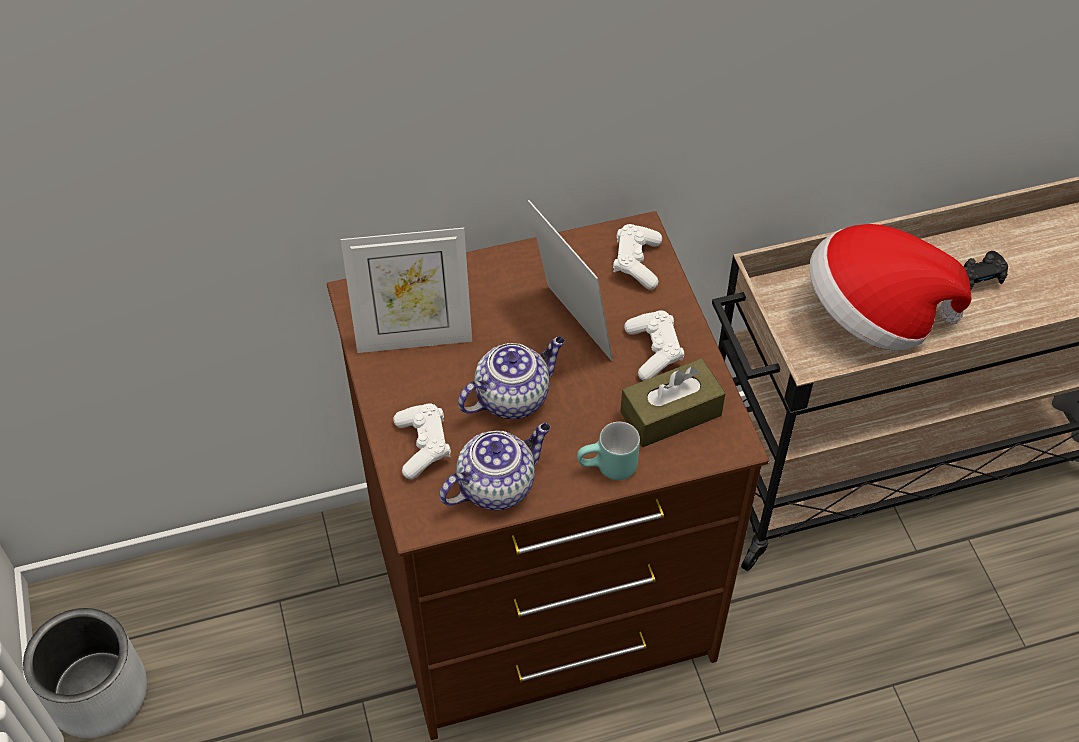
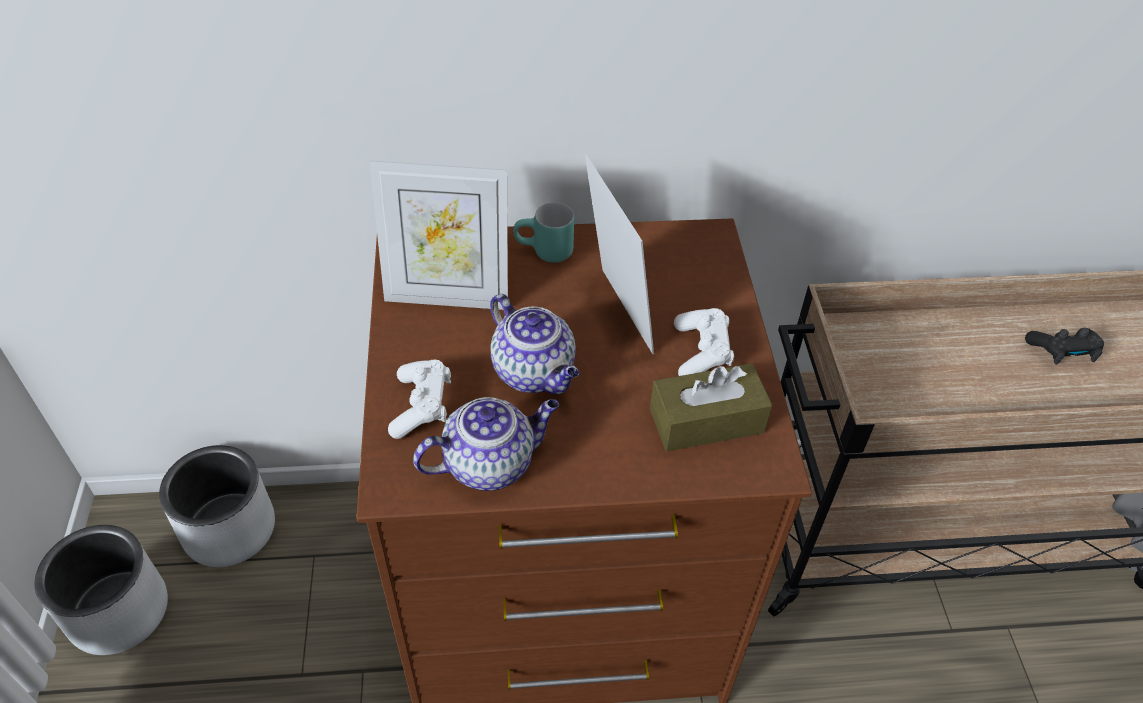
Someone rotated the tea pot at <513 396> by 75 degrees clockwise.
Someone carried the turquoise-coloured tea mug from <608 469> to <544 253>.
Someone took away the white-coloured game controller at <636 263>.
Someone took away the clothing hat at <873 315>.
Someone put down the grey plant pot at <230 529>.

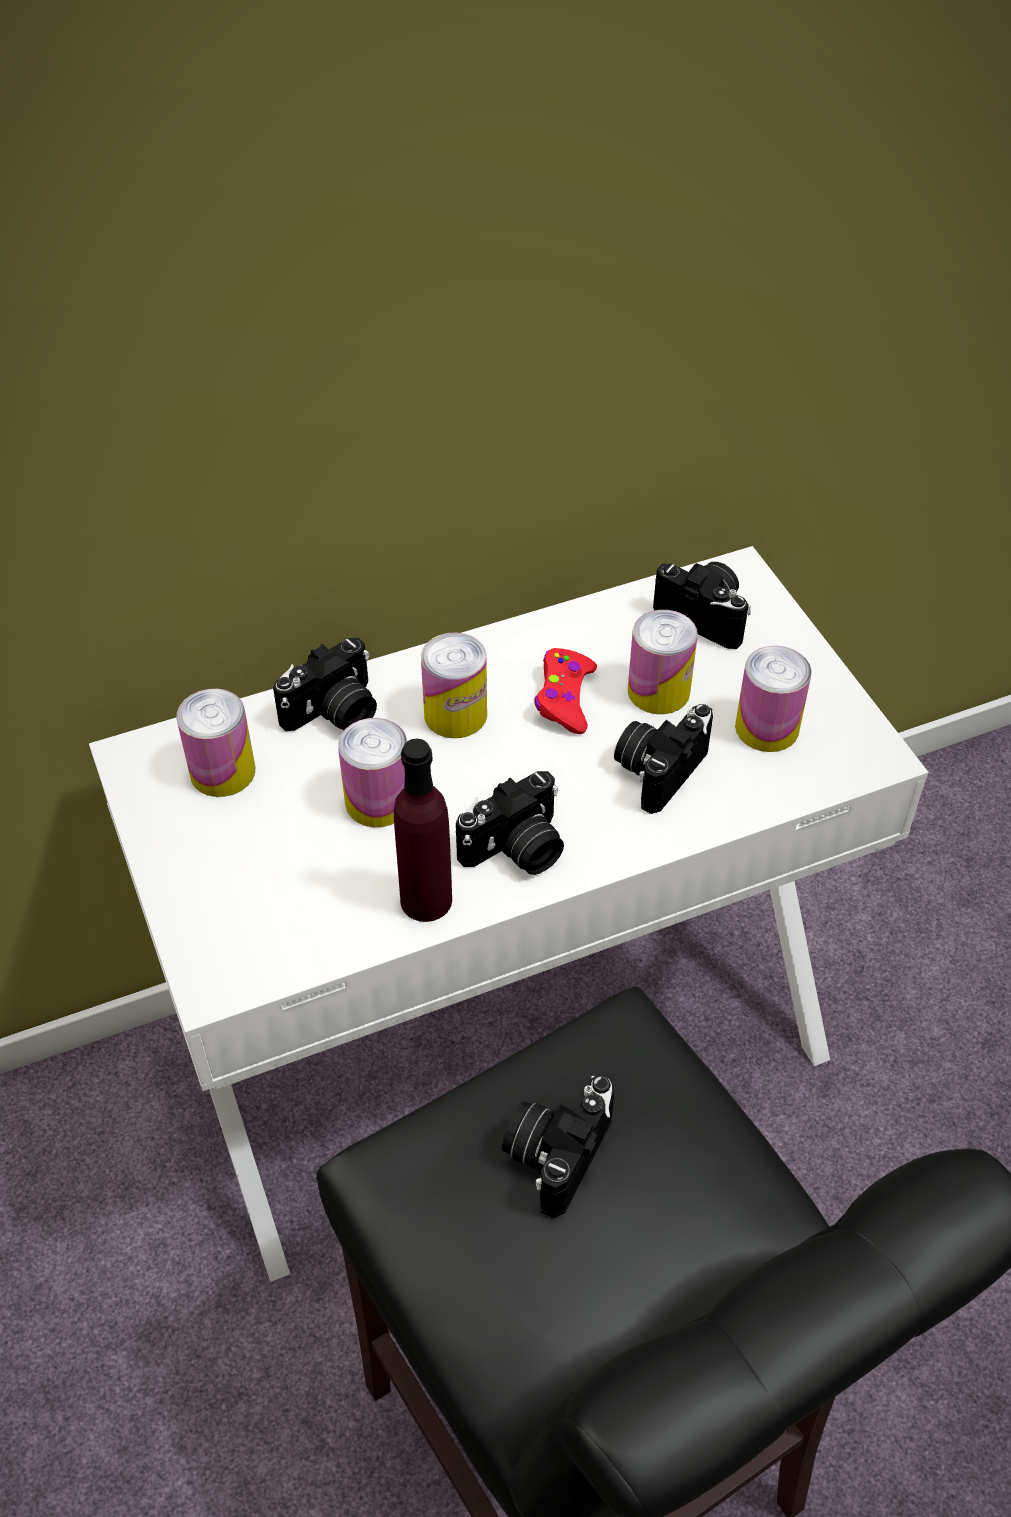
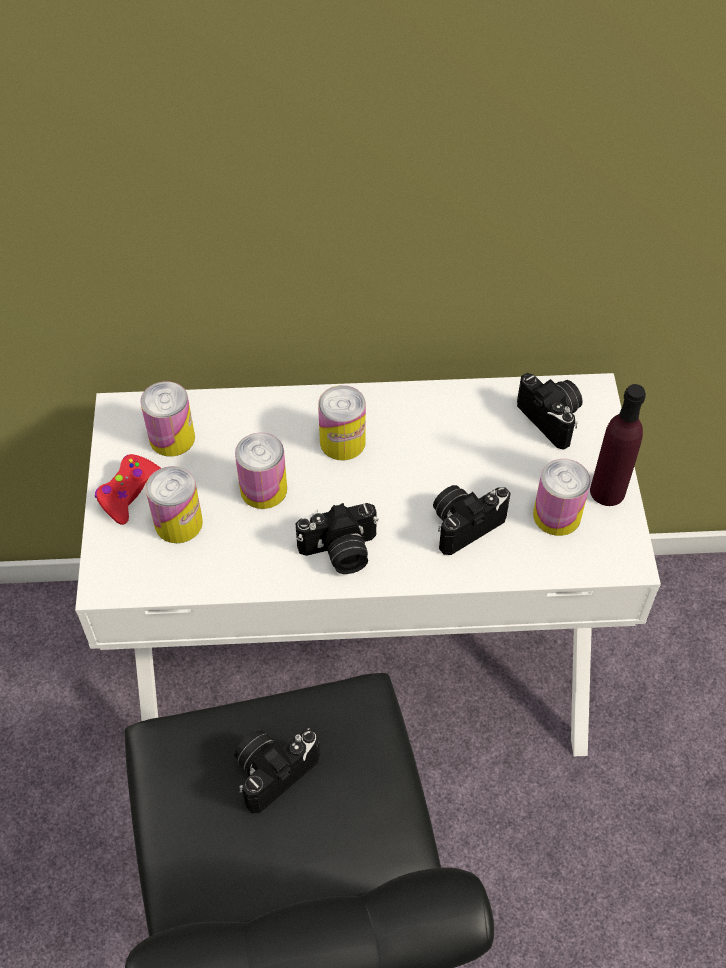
Someone took away the still camera at <335 713>.
Someone carried the purple drink bottle from <426 900> to <607 491>.
Someone carried the red-coloured game controller from <565 698> to <129 493>.
Someone carried the metal can from <658 691> to <178 523>.

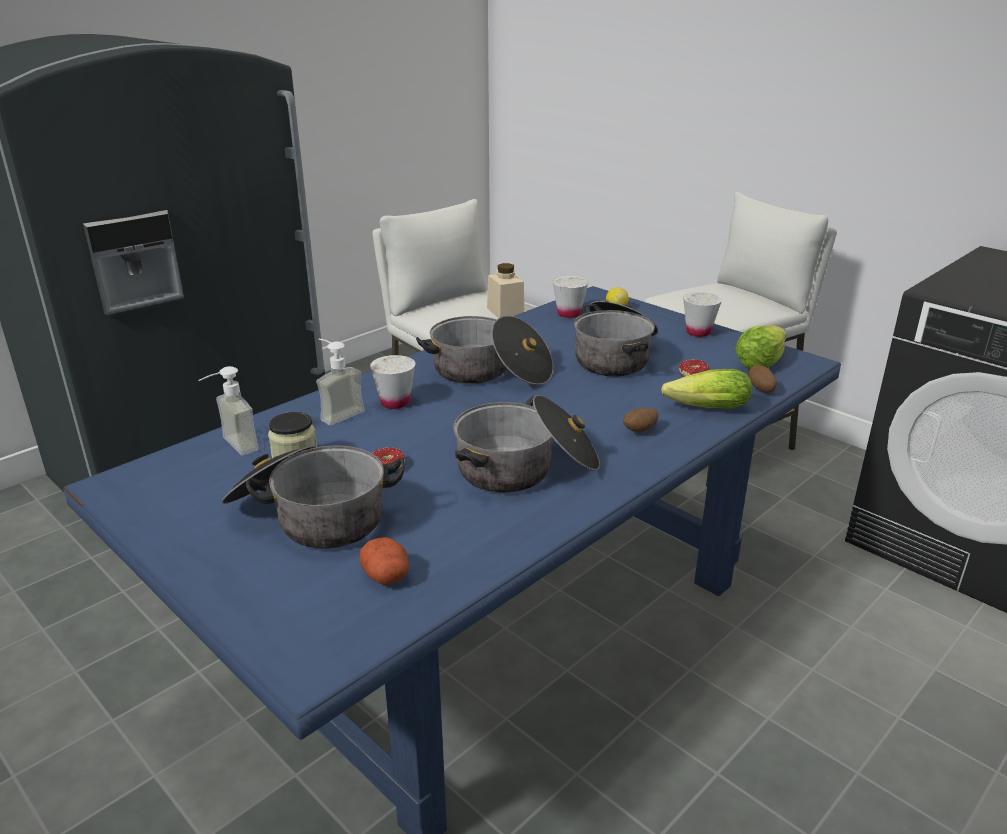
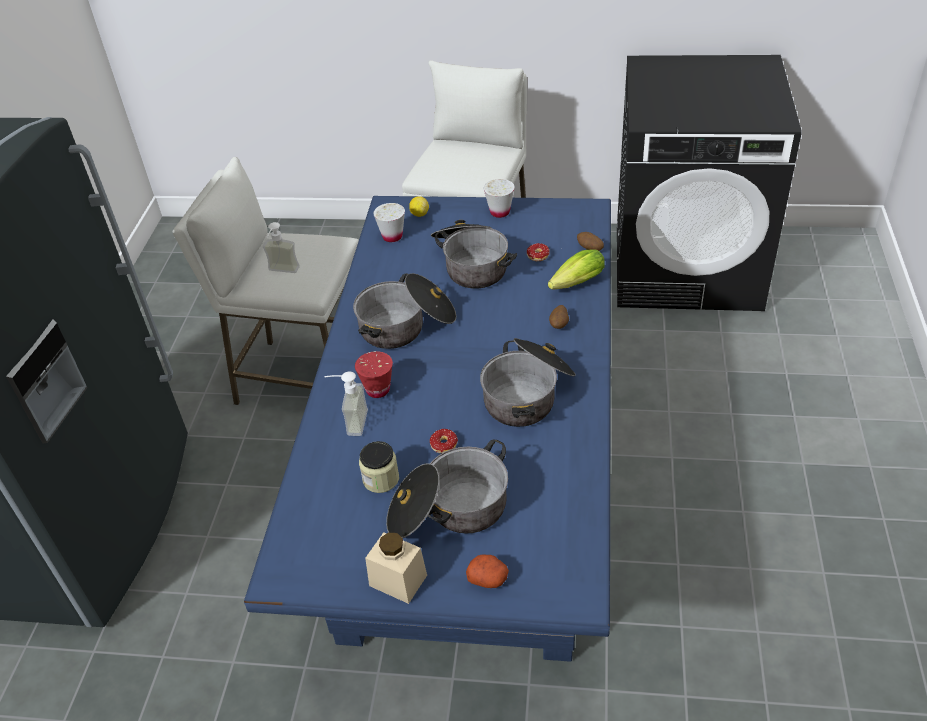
Someone carried the soap bottle from <231 447> to <282 272>.
Someone carried the potato from <387 576> to <488 578>.
Someone repainted the white-coloured small cup at <395 403>, which became the red-coloured small cup at <378 390>.
Someone carried the beige-coloured jar from <505 311> to <398 580>.
Someone took away the head of lettuce at <762 362>.

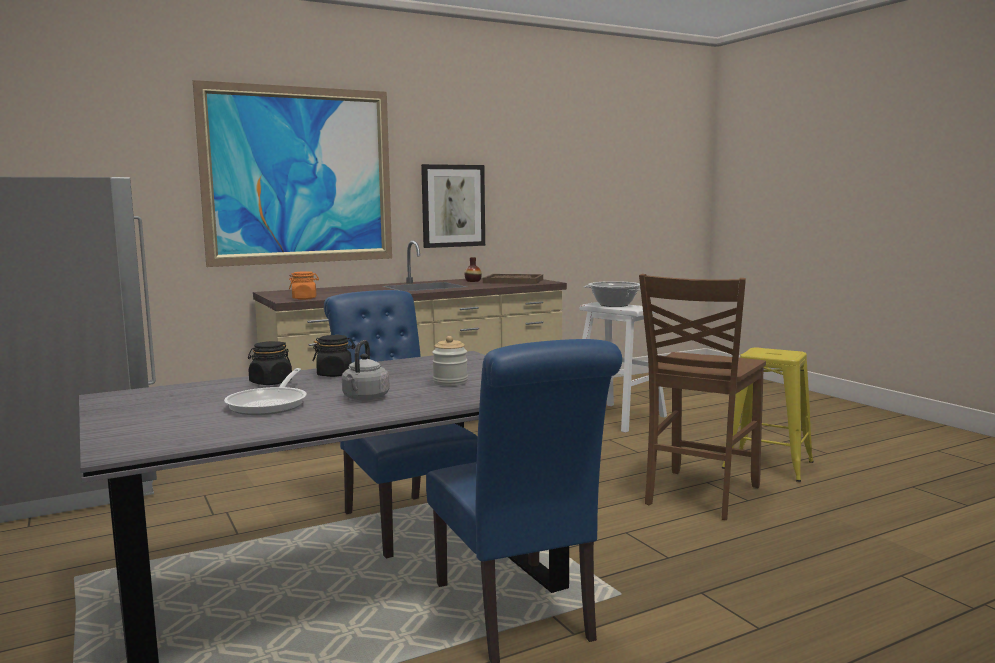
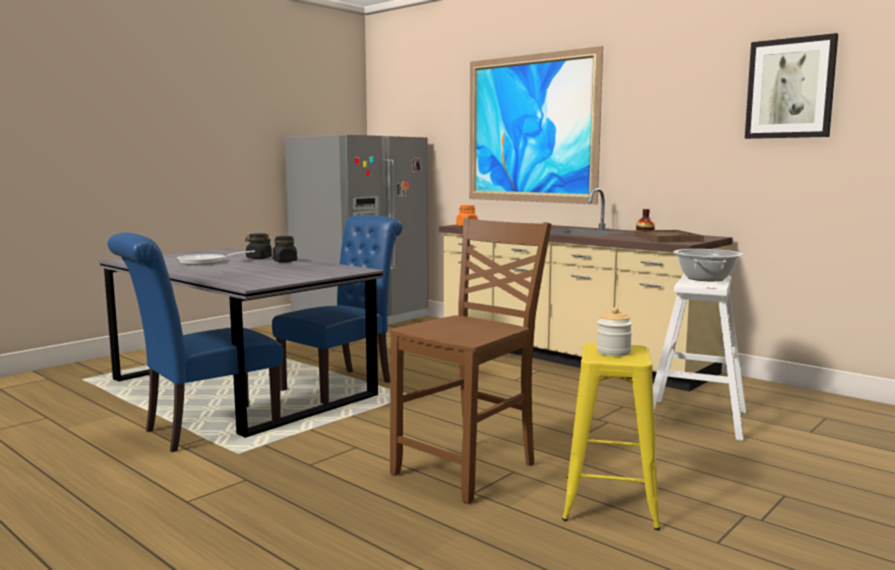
Someone took away the grey water kettle at <365 398>.
Someone carried the wall picture from <453 206> to <790 88>.
Someone carried the jar from <450 382> to <613 352>.
Someone rotated the brown chair at <699 495> by 120 degrees clockwise.

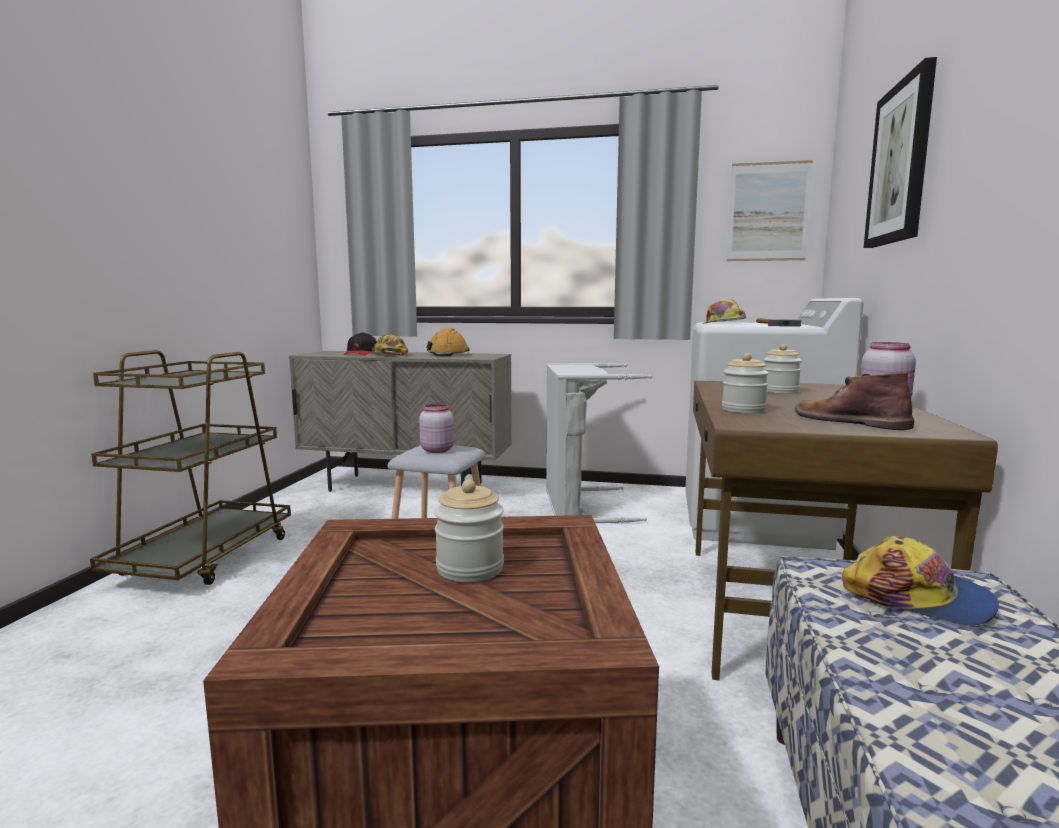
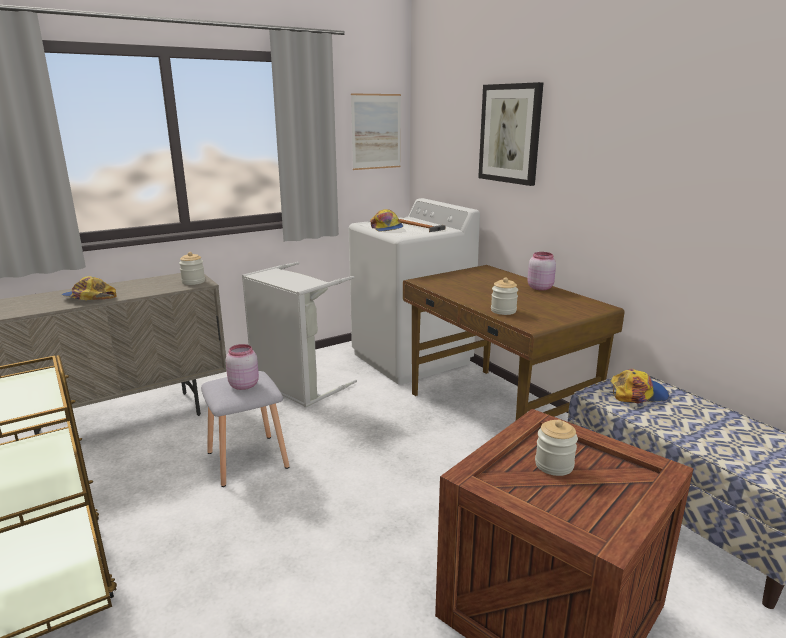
Someone took away the blackish peaked cap at <361 353>.
Someone took away the orange-coloured hard hat at <448 354>.
Someone carried the jar from <780 391> to <193 282>.
Someone took away the brown tall boot at <849 421>.

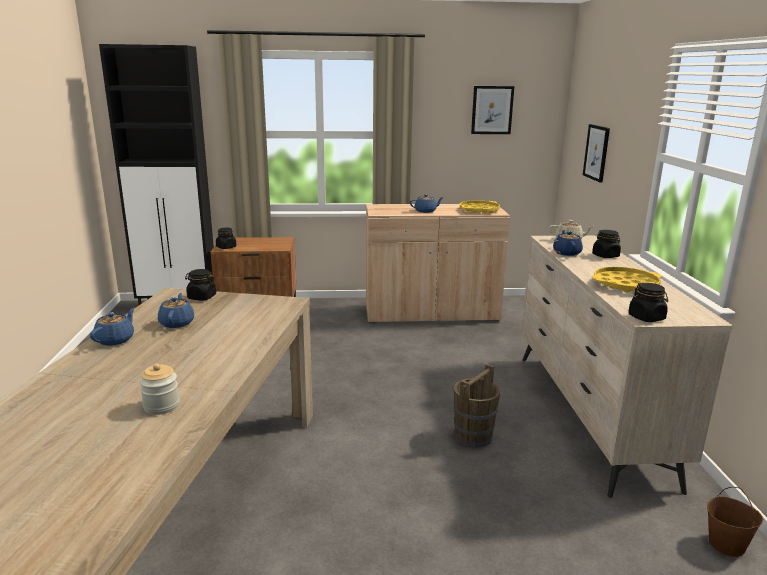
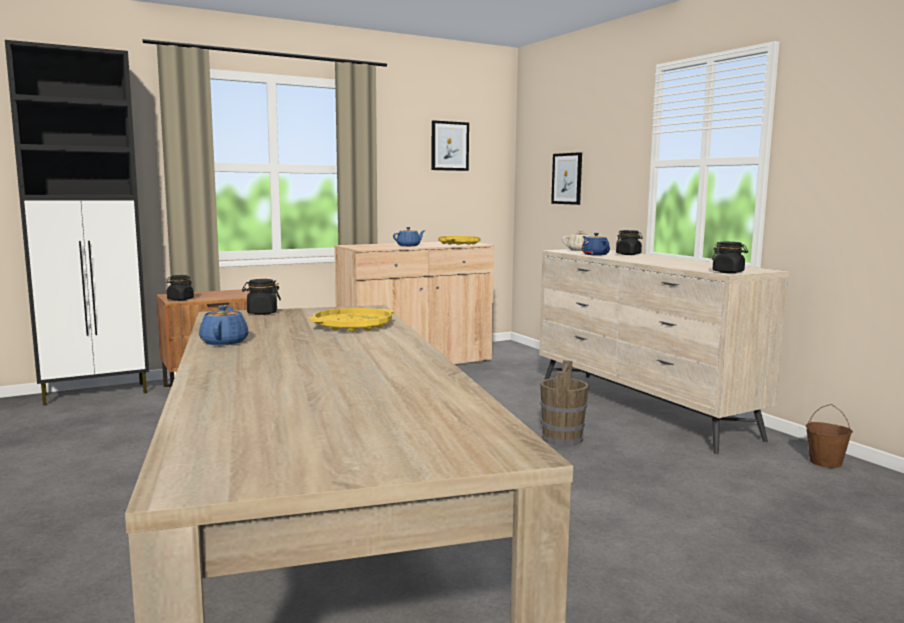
Someone took away the jar at <161 406>.
Someone took away the blue tea pot at <177 323>.
Someone carried the yellow tray from <625 285> to <352 326>.

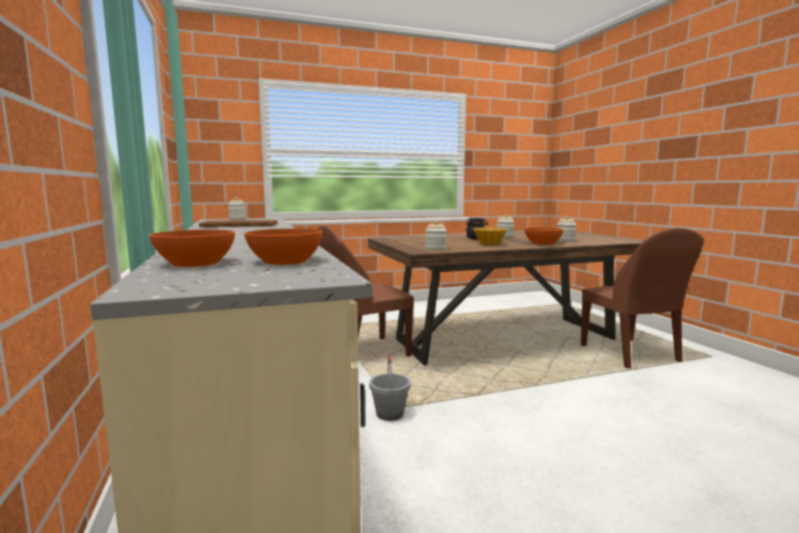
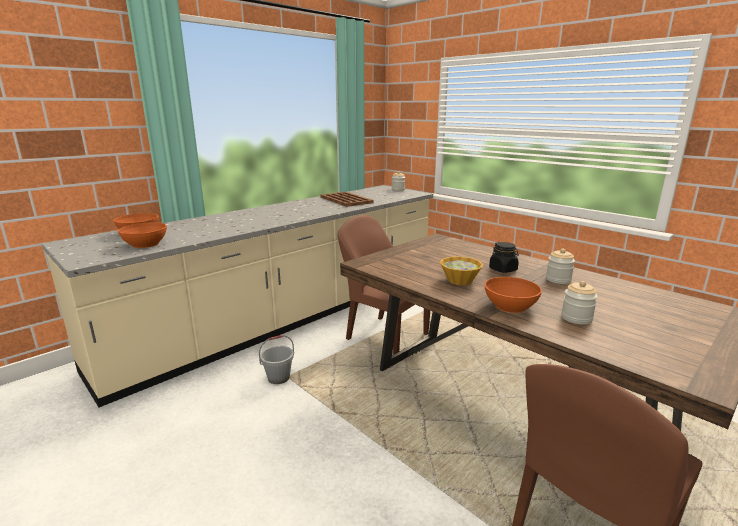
Someone took away the jar at <435 249>.

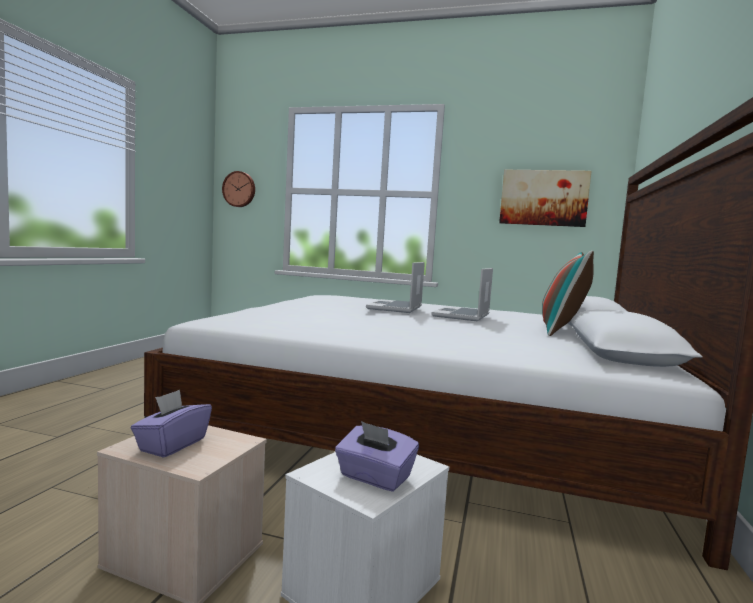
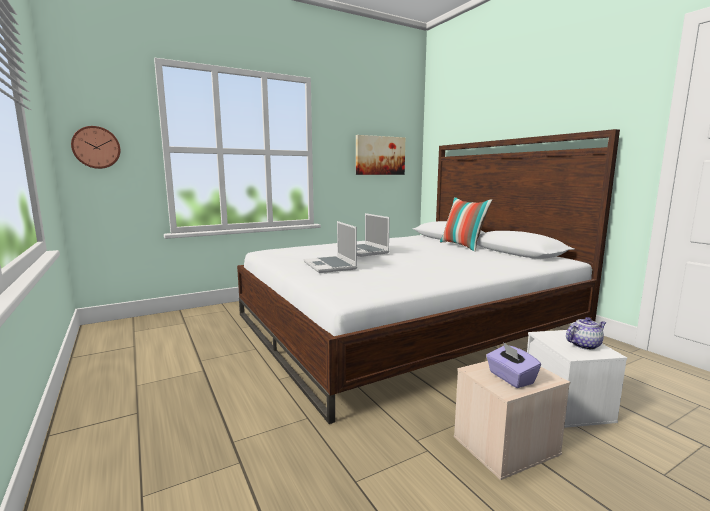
Someone swapped the purple tissue holder at <374 477> for the tea pot at <584 345>.
Someone carried the portable computer from <462 316> to <330 266>.

